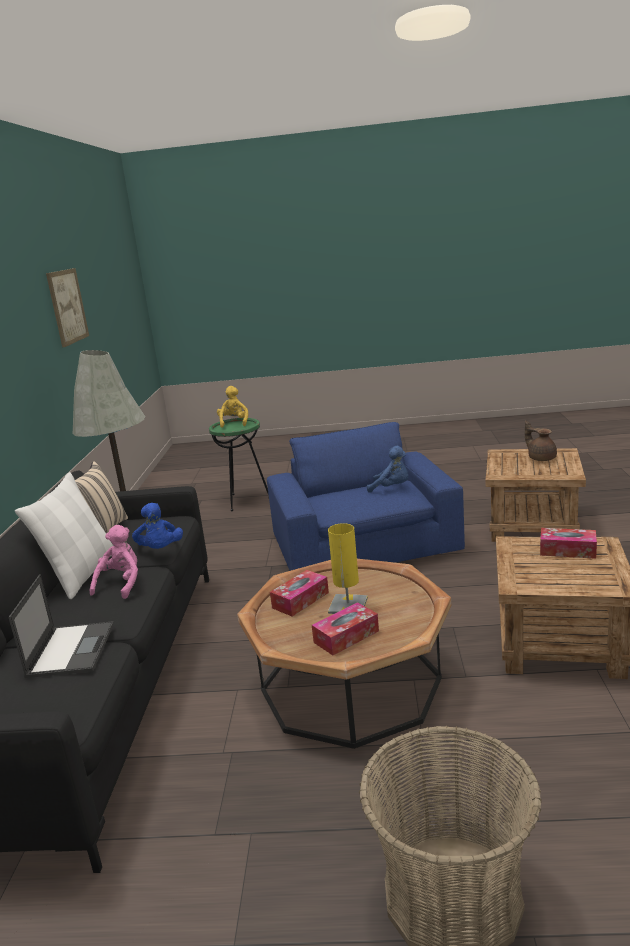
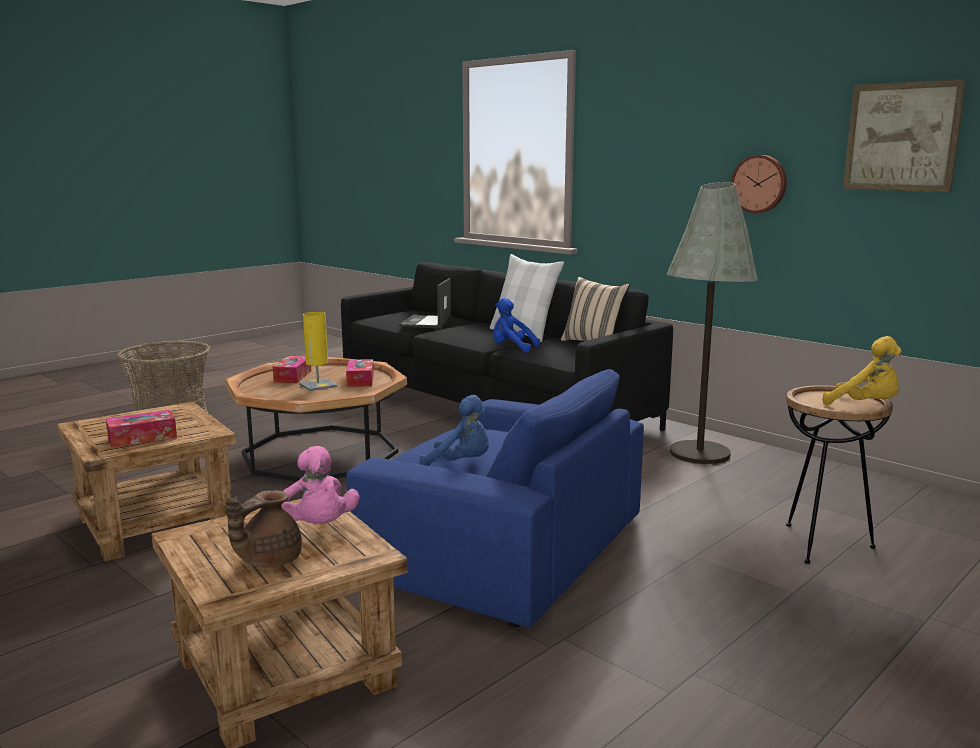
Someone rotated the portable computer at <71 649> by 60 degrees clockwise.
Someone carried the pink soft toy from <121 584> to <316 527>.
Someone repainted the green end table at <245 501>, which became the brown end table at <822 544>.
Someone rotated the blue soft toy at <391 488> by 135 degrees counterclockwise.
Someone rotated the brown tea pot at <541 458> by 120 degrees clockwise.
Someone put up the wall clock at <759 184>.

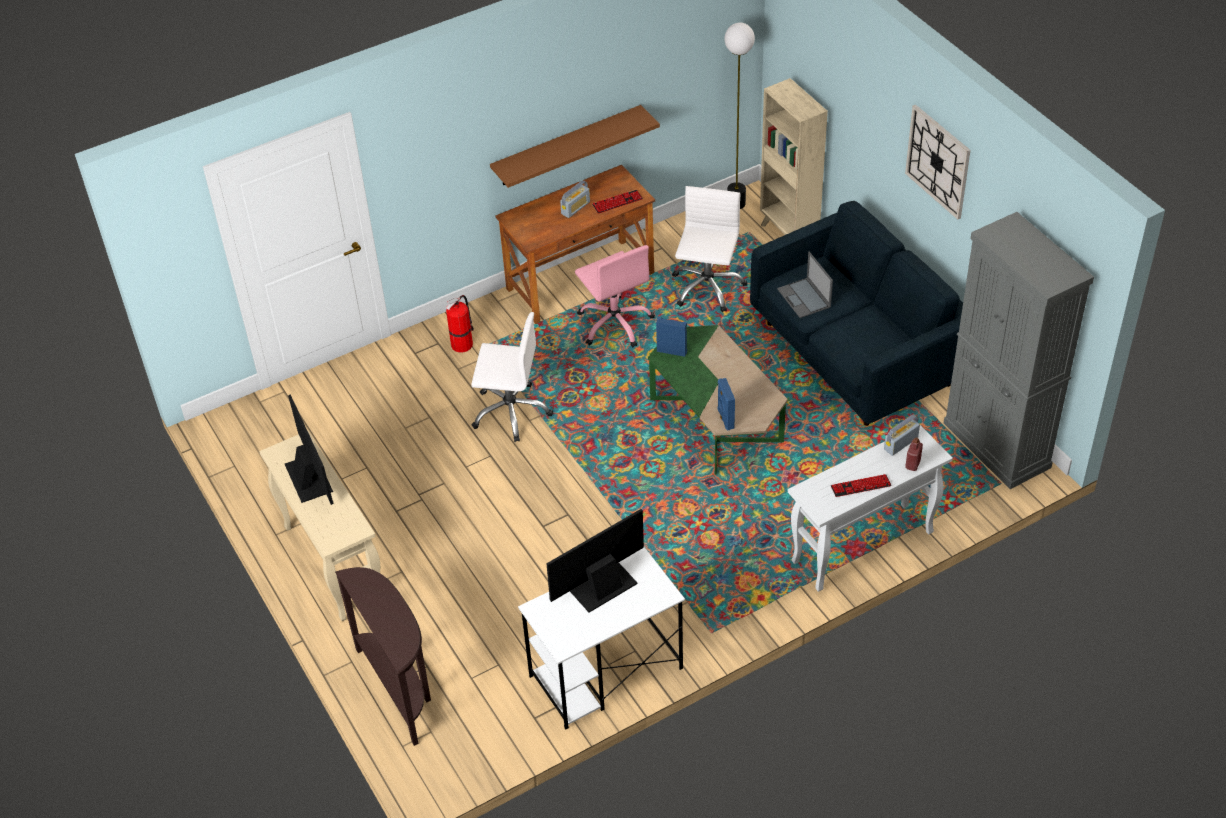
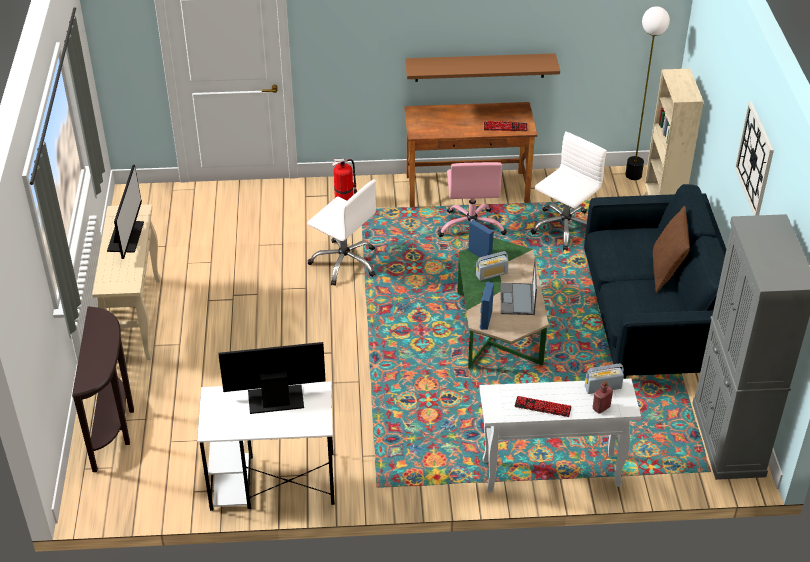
Someone carried the radio set from <575 208> to <491 274>.
Someone carried the portable computer from <804 298> to <517 299>.
Someone put down the brown pillow at <666 271>.

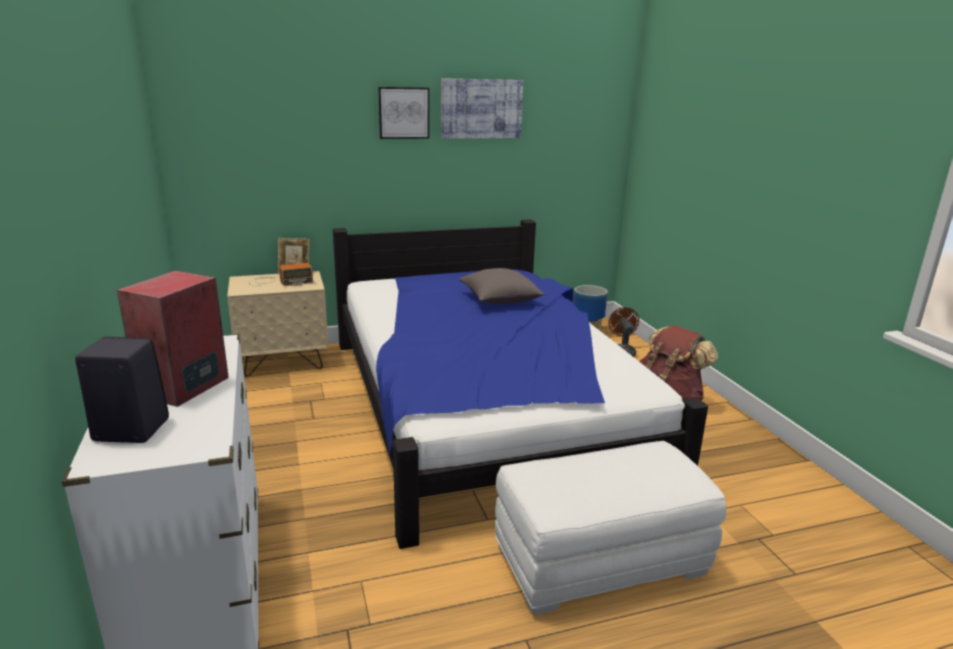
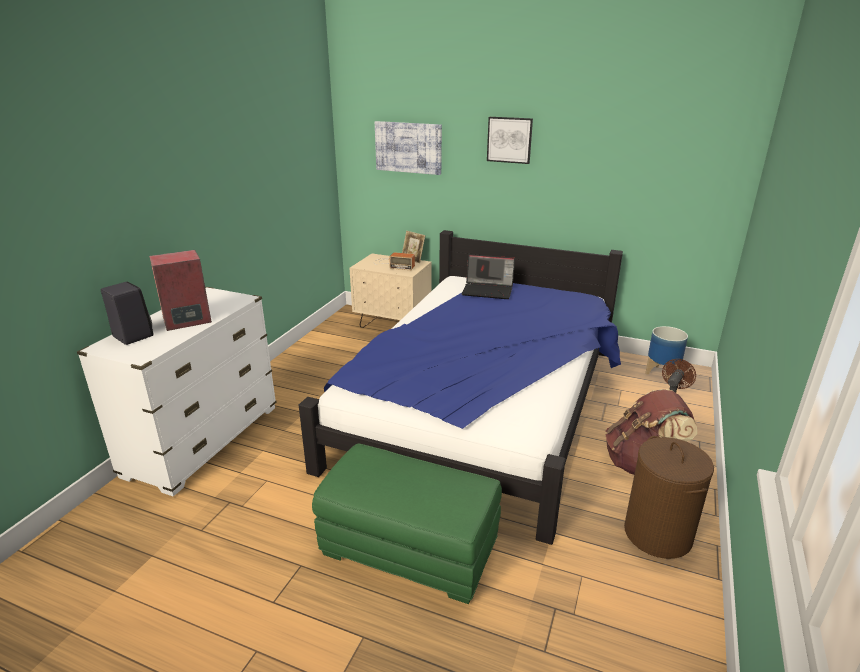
Someone carried the wall picture from <481 109> to <408 147>.
Someone took away the grey pillow at <500 300>.
Someone repainted the white-coloured pouffe at <600 559>, which became the green pouffe at <410 548>.
Someone put down the portable computer at <488 290>.
Someone put down the brown washing basket at <658 534>.

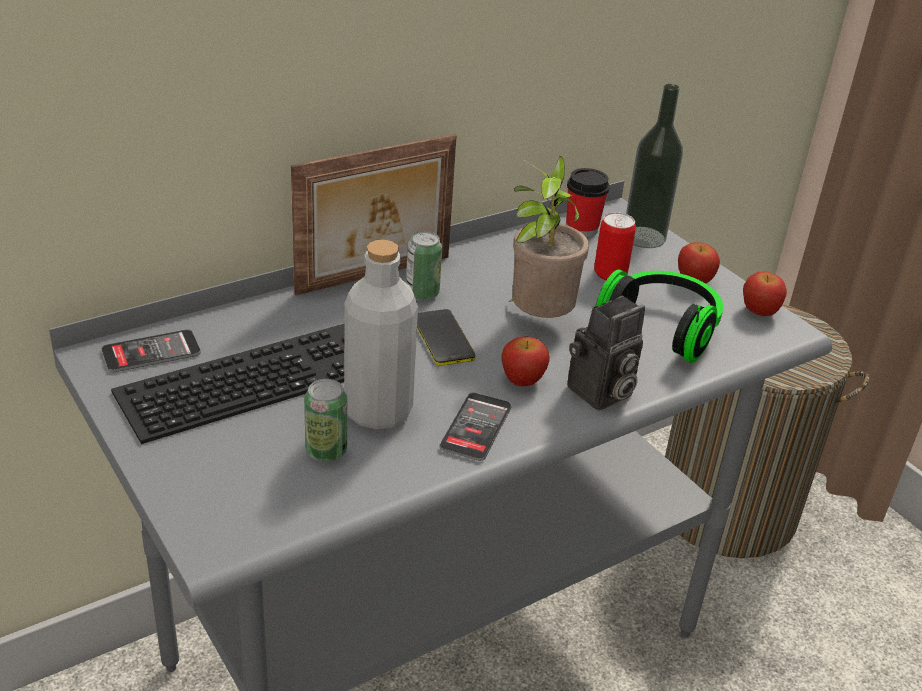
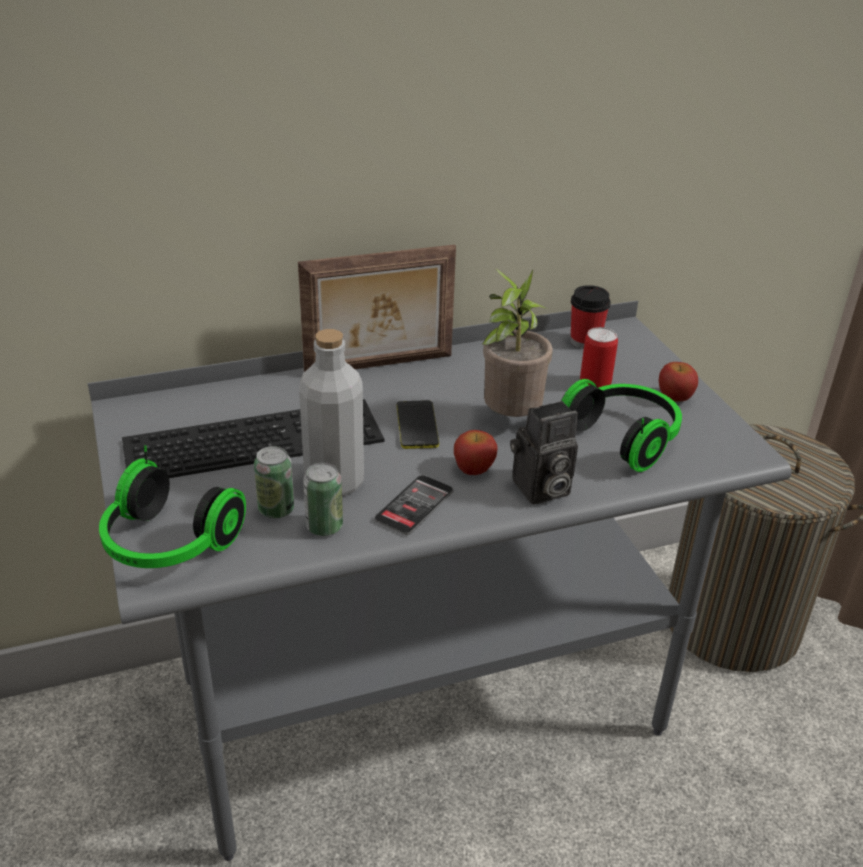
Someone took away the handset at <151 352>.
Someone carried the metal can from <422 293> to <324 526>.
Someone took away the drink bottle at <644 237>.
Someone took away the apple at <759 311>.
Someone put down the headset at <167 545>.

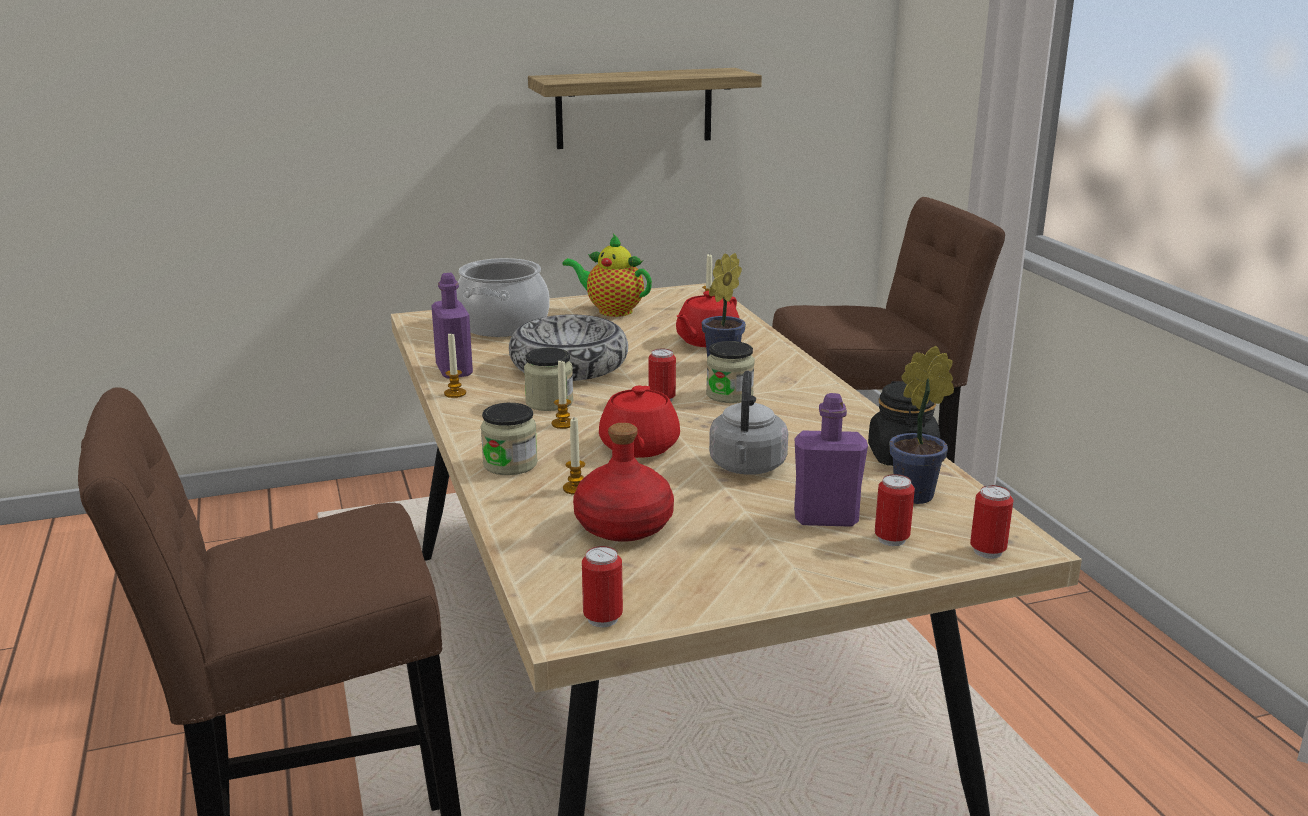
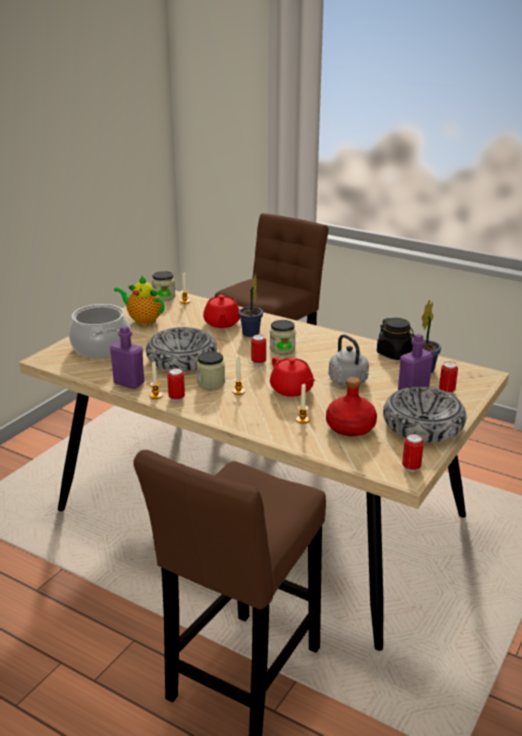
Someone carried the jar from <510 464> to <164 297>.
Someone took away the shelf at <634 108>.
Someone rotated the tea pot at <611 311> by 45 degrees clockwise.
Someone carried the metal can from <987 551> to <176 398>.
Someone put down the serving bowl at <423 425>.

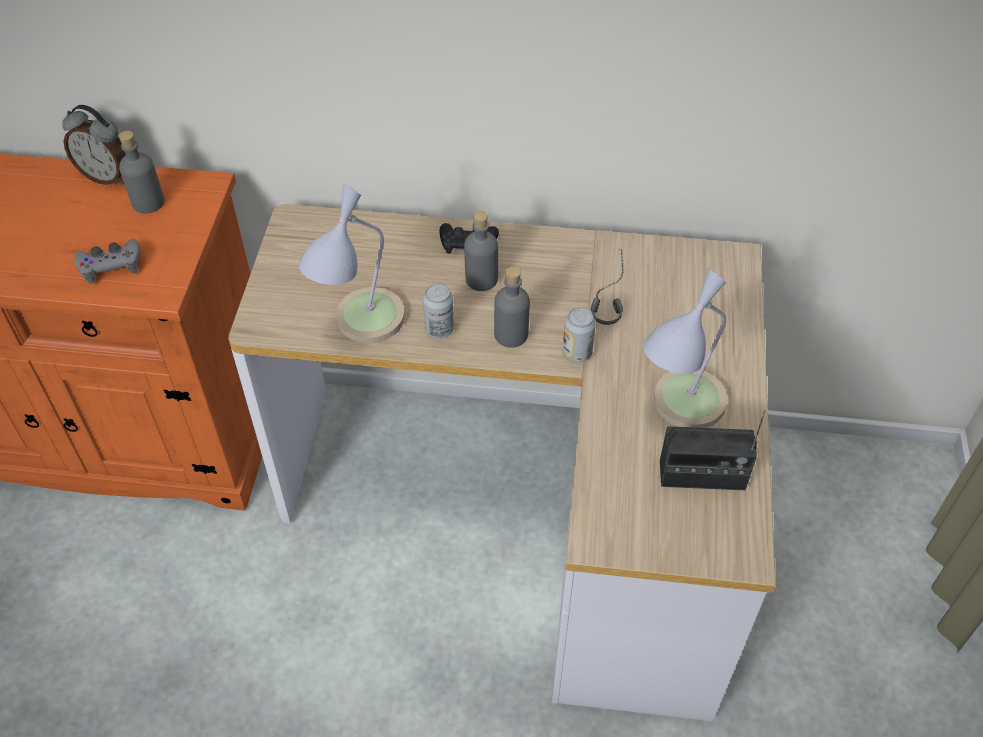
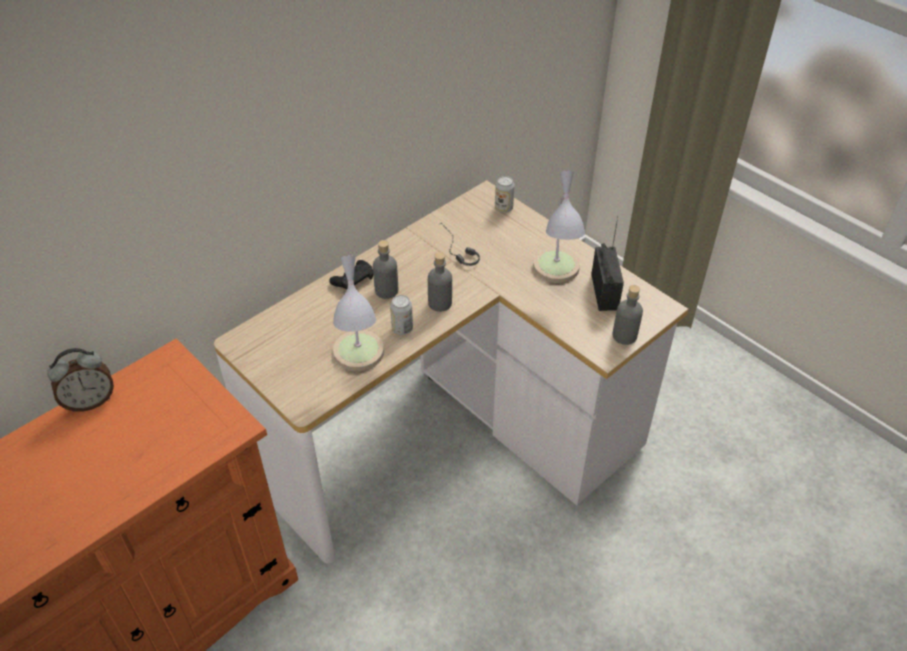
Someone took away the grey game controller at <110 265>.
Someone carried the grey drink bottle from <148 202> to <624 336>.
Someone carried the metal can from <577 353> to <503 208>.
Someone rotated the radio set at <702 476> by 45 degrees counterclockwise.

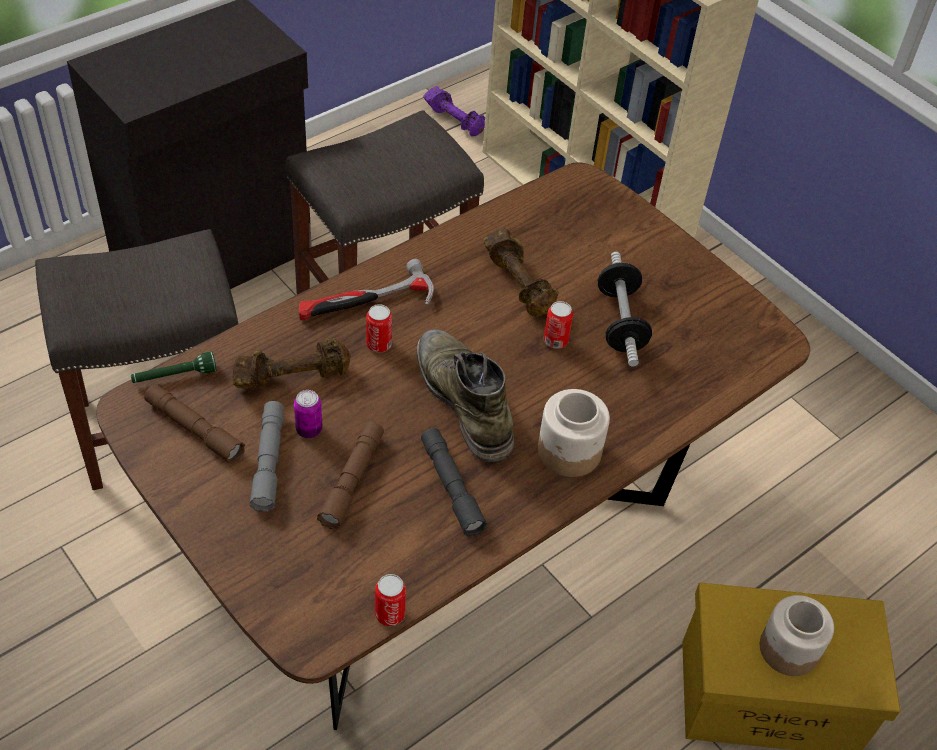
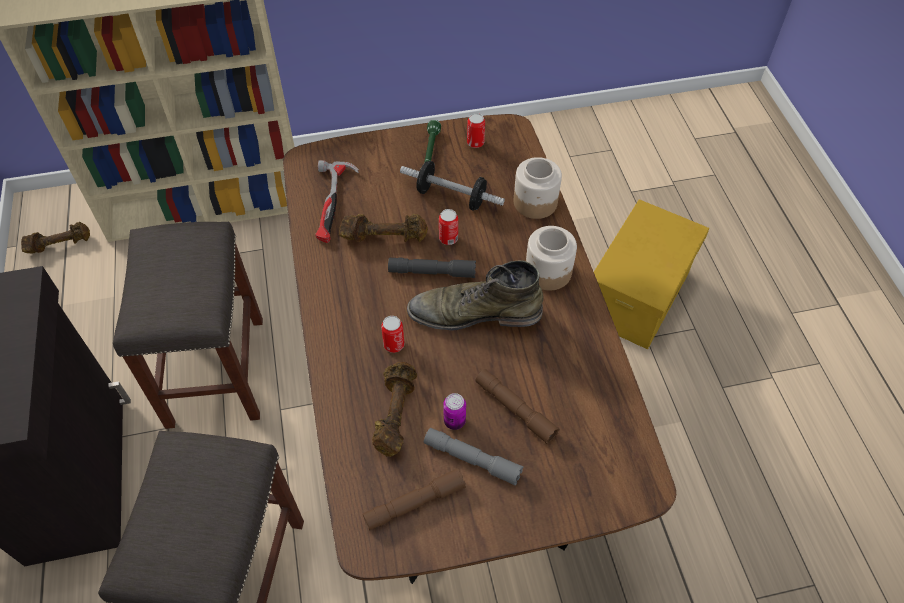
Someone carried the green flashlight from <174 376> to <431 149>.
Someone carried the hand hammer from <366 303> to <333 204>.
Someone carried the metal can from <390 614> to <475 143>.
Someone carried the grey flashlight from <451 487> to <432 272>.
Someone repainted the purple dumbbell at <455 120>, which became the brown dumbbell at <59 244>.
Someone carried the jar from <788 648> to <534 202>.

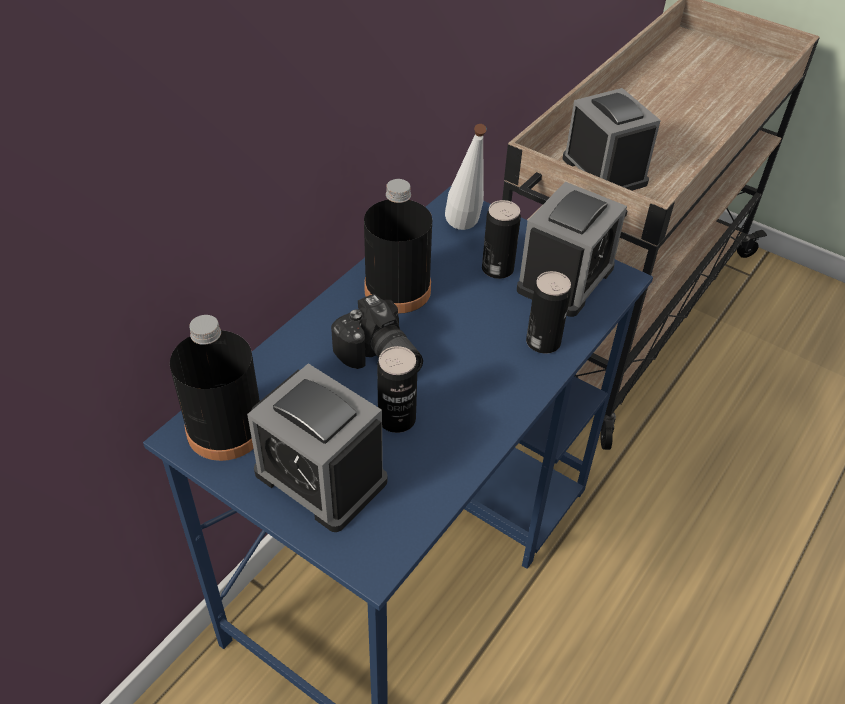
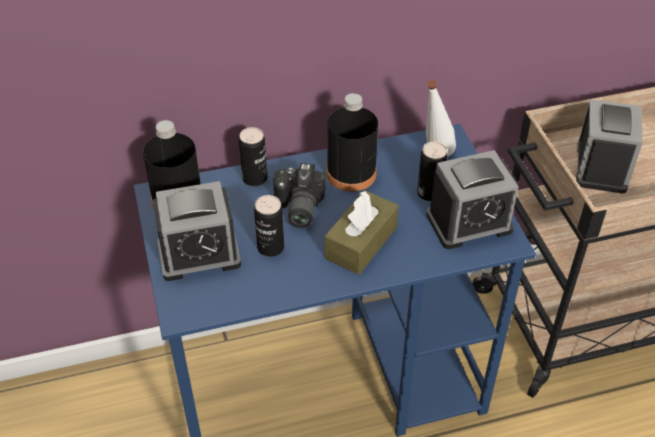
Someone rotated the alarm clock at <321 477> by 90 degrees counterclockwise.
Someone carried the metal can from <543 342> to <255 178>.
Someone put down the brown tissue holder at <361 242>.

